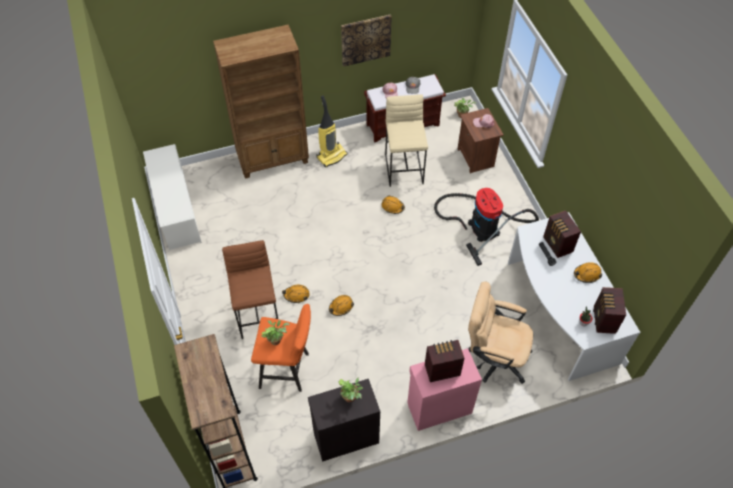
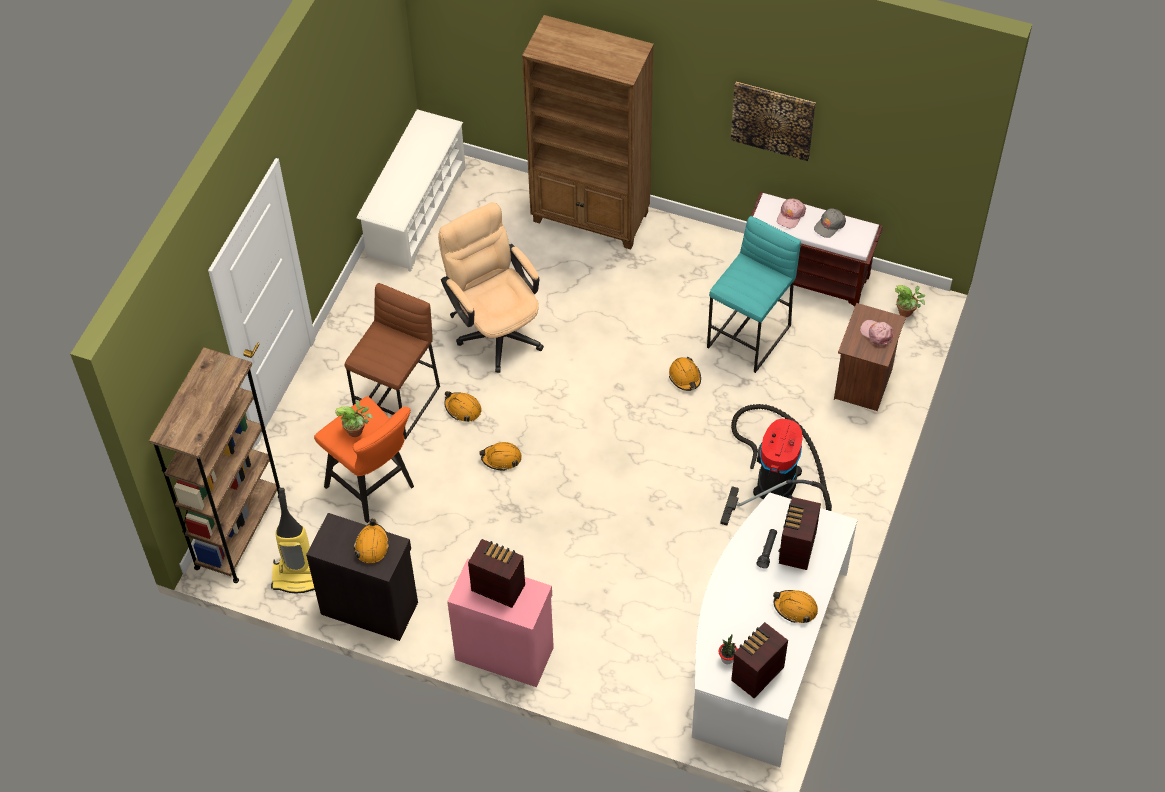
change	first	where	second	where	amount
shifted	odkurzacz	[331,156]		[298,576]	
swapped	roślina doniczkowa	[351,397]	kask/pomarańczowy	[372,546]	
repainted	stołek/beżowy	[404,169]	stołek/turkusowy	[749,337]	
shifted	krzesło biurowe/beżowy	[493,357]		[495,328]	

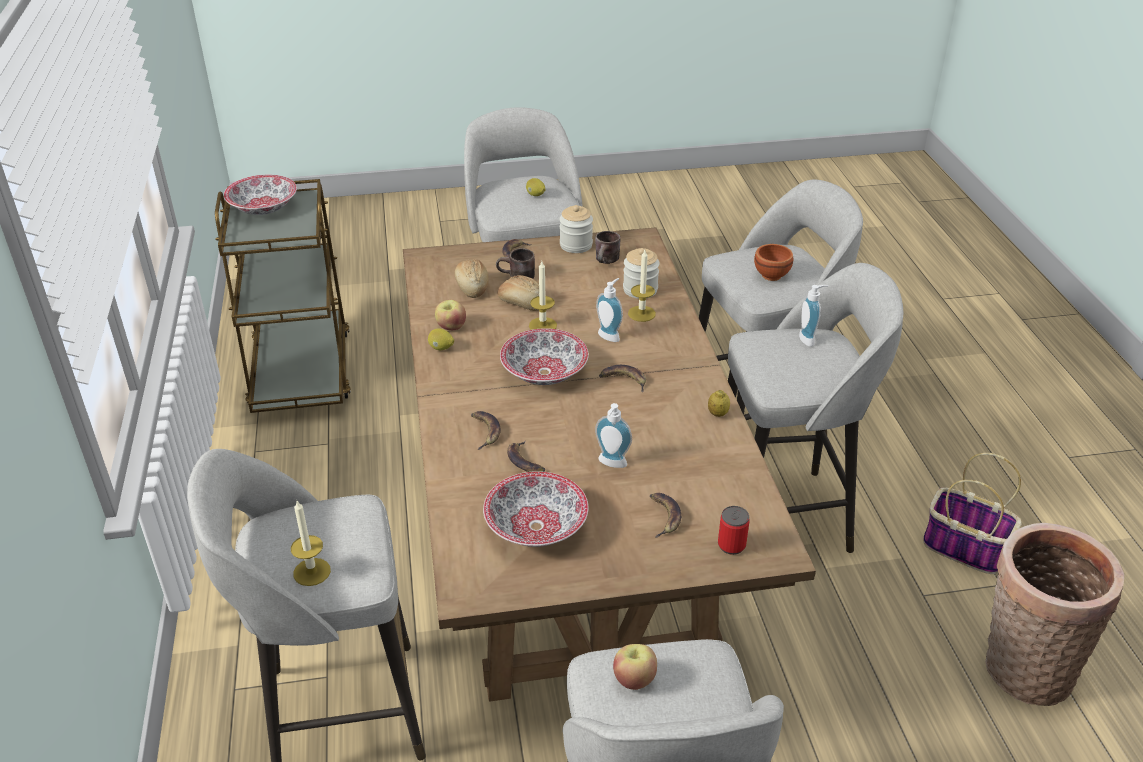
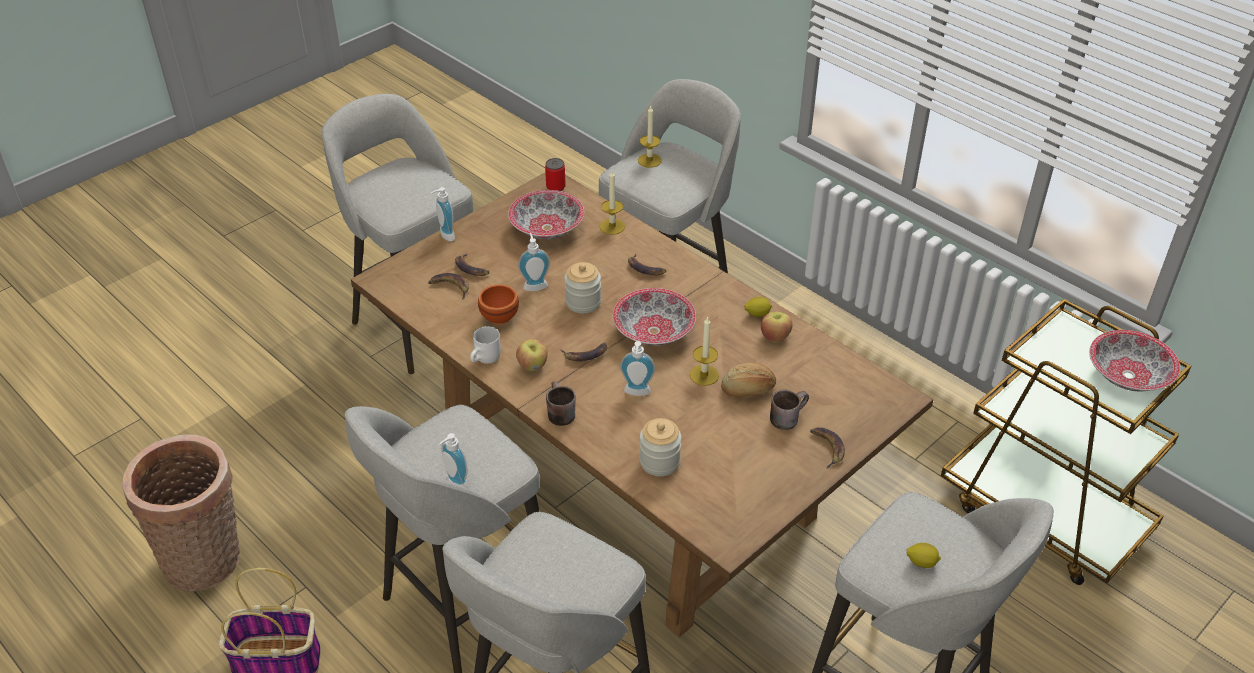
change	first	where	second	where	amount
gone	chleb	[472,286]			
shifted	banan	[525,461]		[450,287]	
shifted	słoik	[576,245]		[583,302]	
shifted	kubek/brązowy	[608,261]		[557,413]	
shifted	jabłko	[634,679]		[533,366]	
shifted	świeca	[641,313]		[612,226]	
swapped	cytryna	[717,414]	kubek/biały	[486,359]	
shifted	puszka	[731,545]		[555,187]	
shifted	miska/brązowy	[772,275]		[499,318]	
new			dozownik mydła	[445,236]	

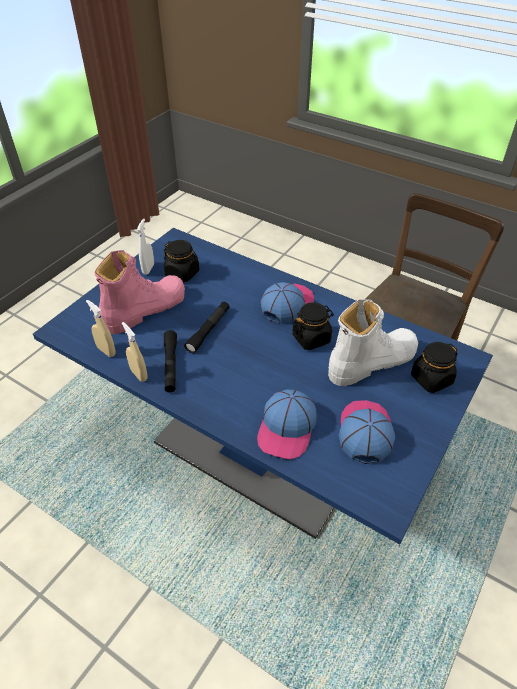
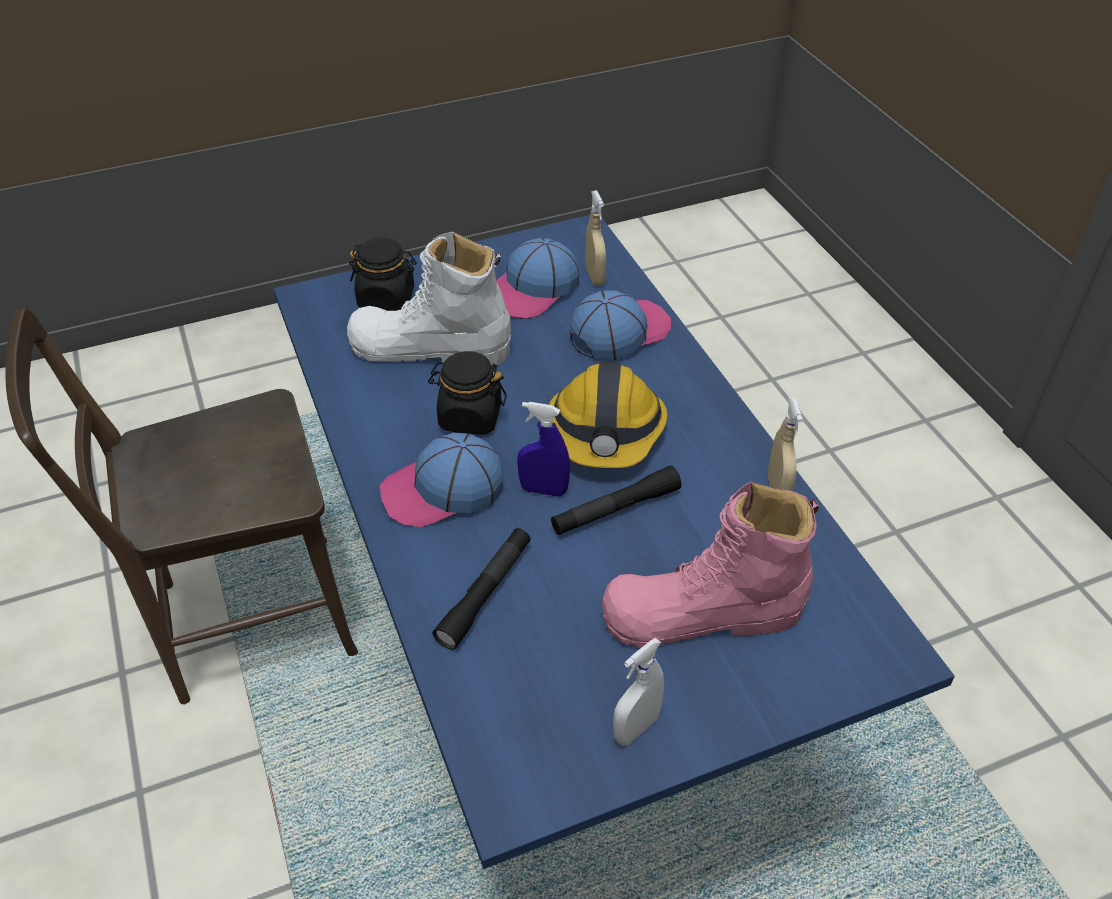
change	first	where	second	where	amount
shifted	spryskiwacz/beżowy	[106,351]		[595,277]	
gone	słoik/czarny	[182,273]			
shifted	latarka/czarny	[170,365]		[485,593]	
new			spryskiwacz/niebieski	[543,490]	
new			kask	[606,431]	

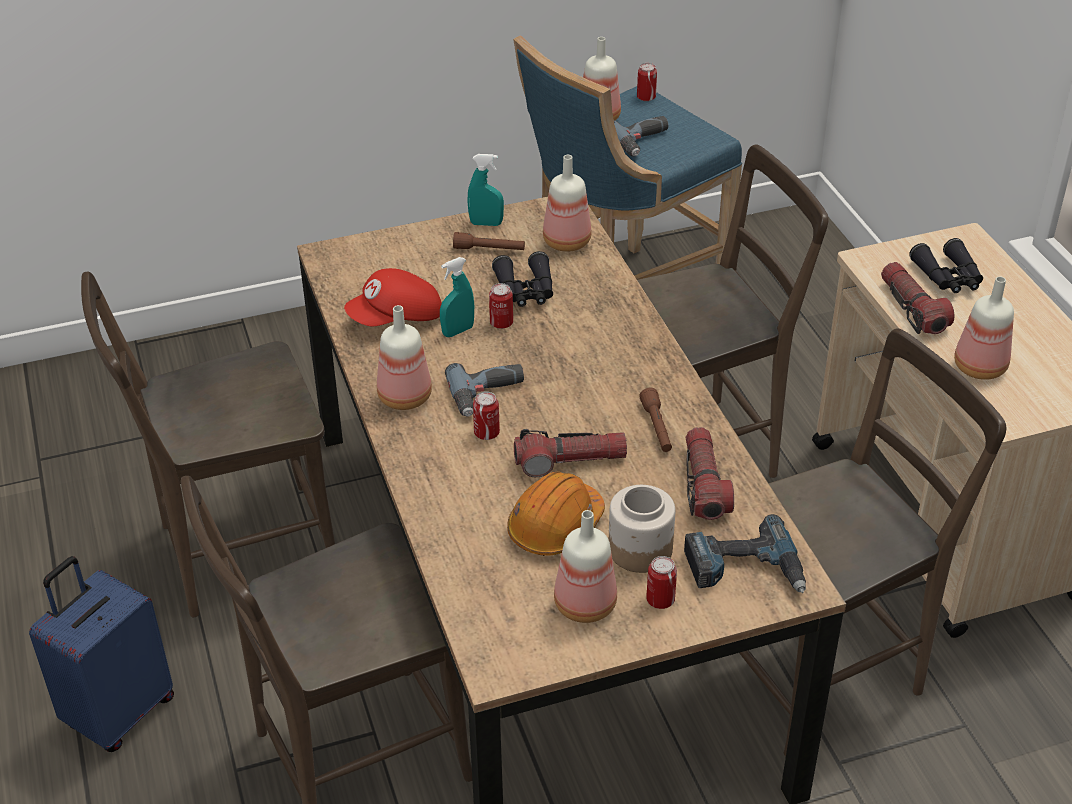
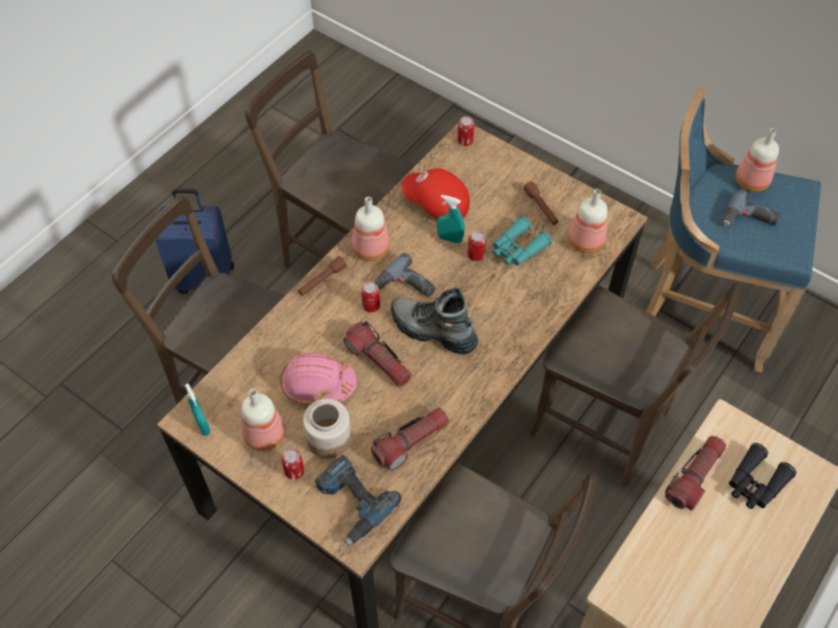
change	first	where	second	where	amount
shifted	spryskiwacz/turkusowy	[486,223]		[202,425]	
repainted	lornetka/czarny	[525,290]	lornetka/turkusowy	[517,249]	
repainted	kask/pomarańczowy	[555,526]	kask/różowy	[317,385]	
shifted	puszka	[646,97]		[465,141]	
shifted	latarka/brązowy	[657,428]		[322,281]	
gone	butelka	[978,367]			
new			but z cholewką	[433,330]	

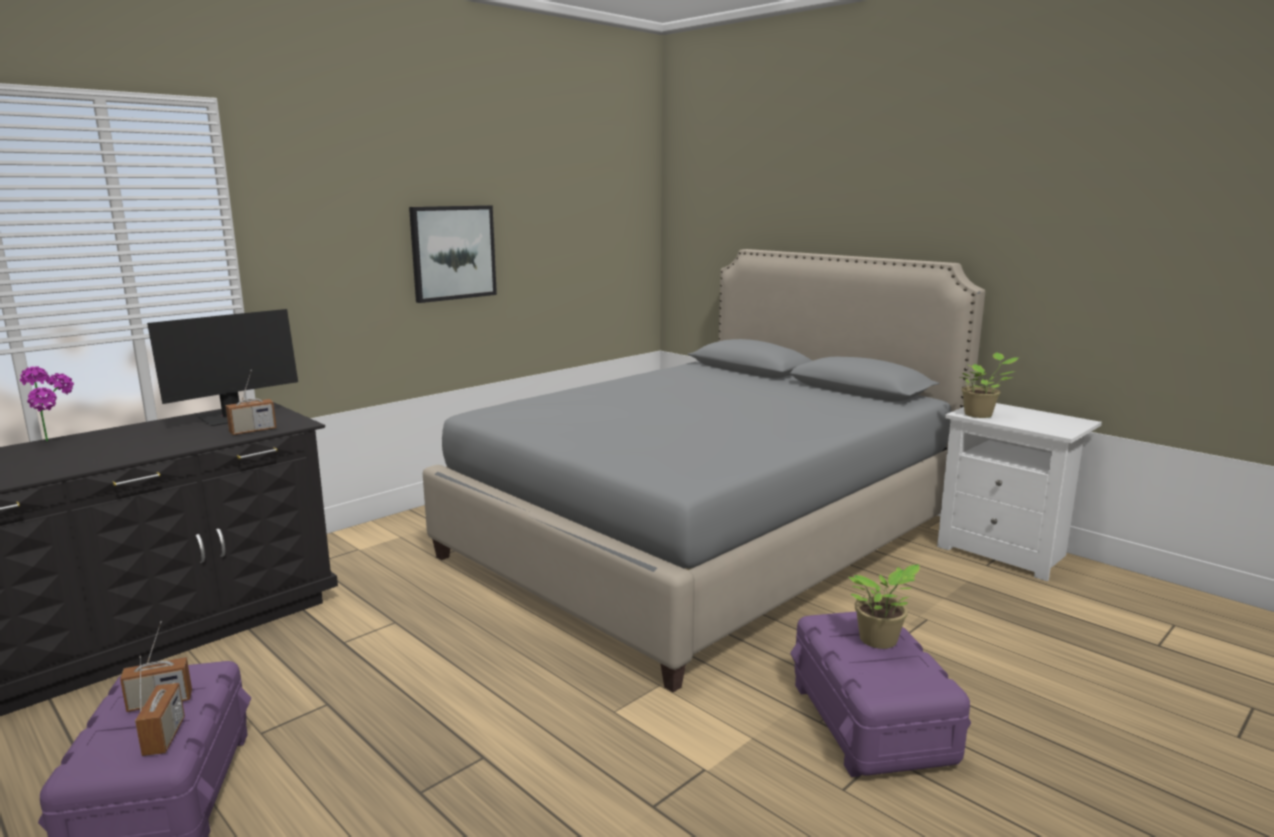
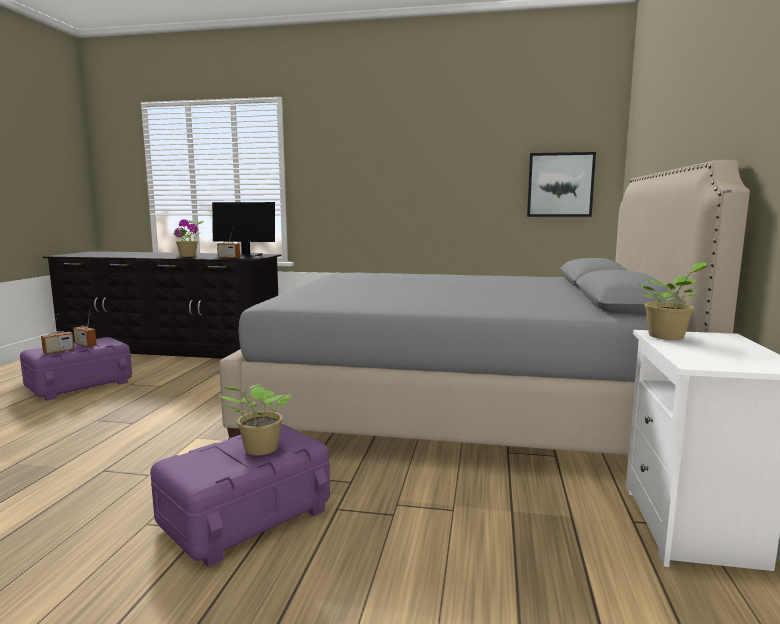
change	first	where	second	where	amount
shifted	obraz	[453,252]		[560,185]	
new			roślina doniczkowa	[189,256]	

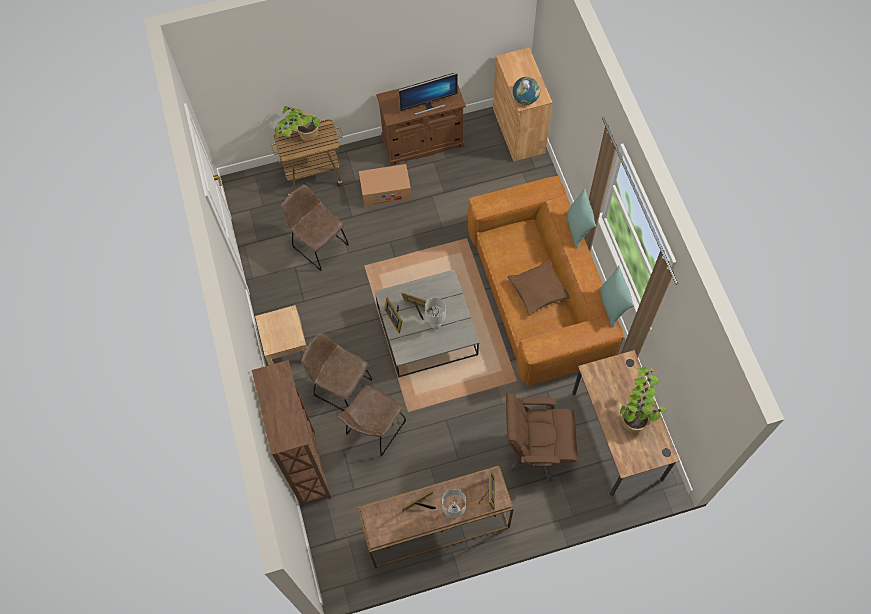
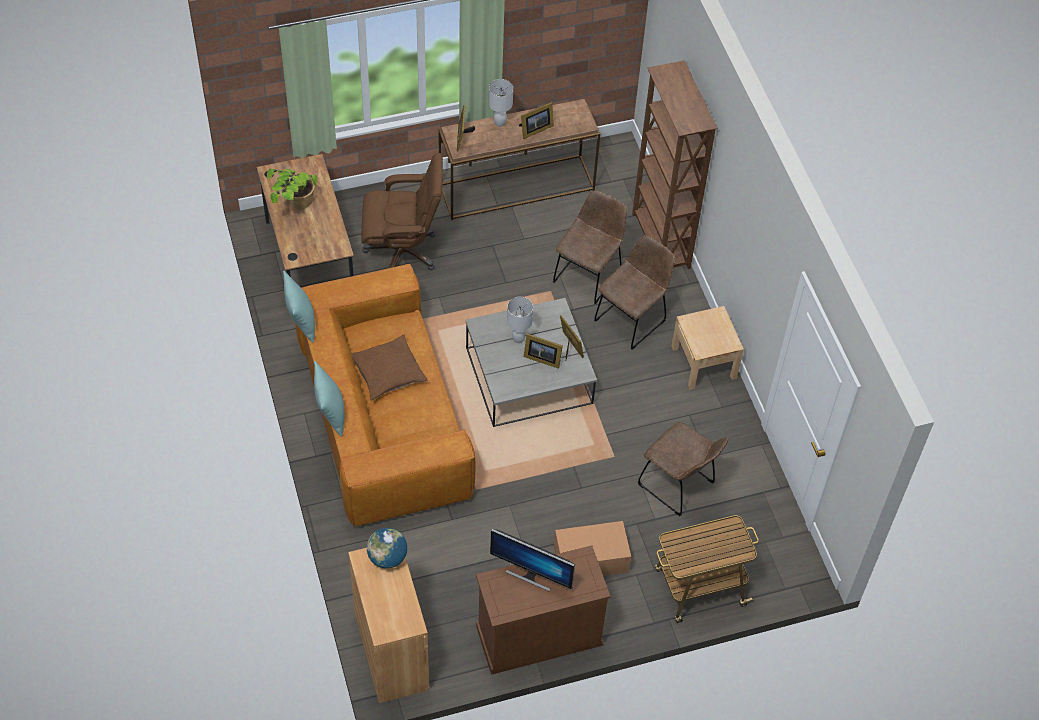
change	first	where	second	where	amount
gone	roślina doniczkowa	[301,139]			
rotated	krzesło/brązowy	[340,386]		[632,318]	75 degrees counterclockwise
rotated	monitor	[428,105]		[531,574]	135 degrees counterclockwise

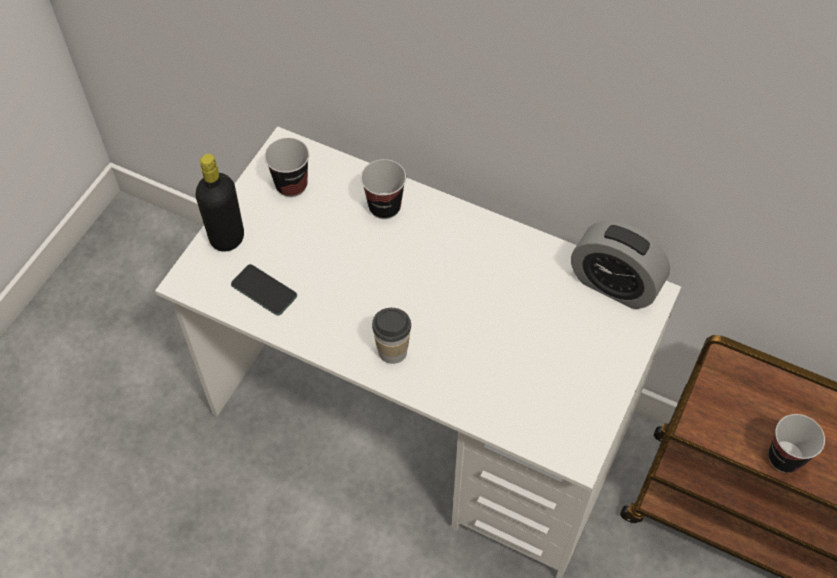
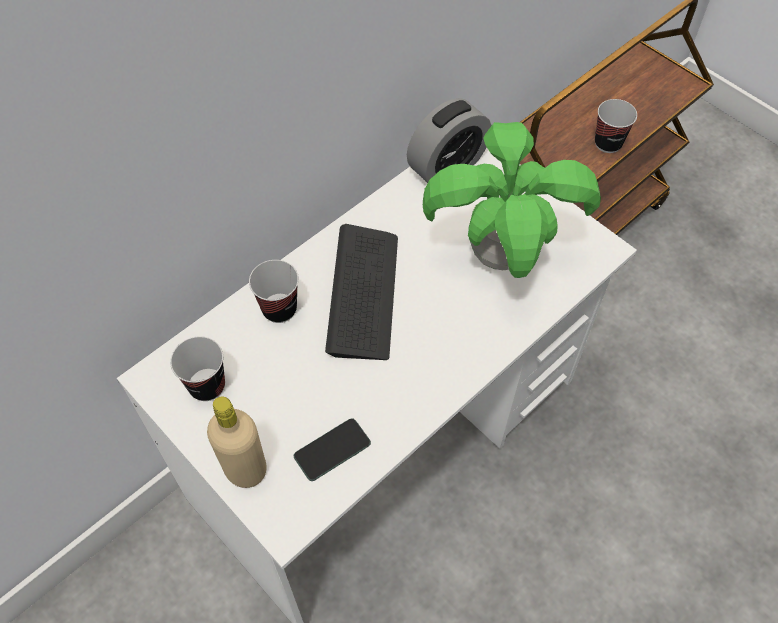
change	first	where	second	where	amount
repainted	butelka/czarny	[227,238]	butelka/beżowy	[246,469]	
gone	filiżanka	[392,351]			
new			klawiatura	[363,293]	
new			roślina doniczkowa	[499,255]	

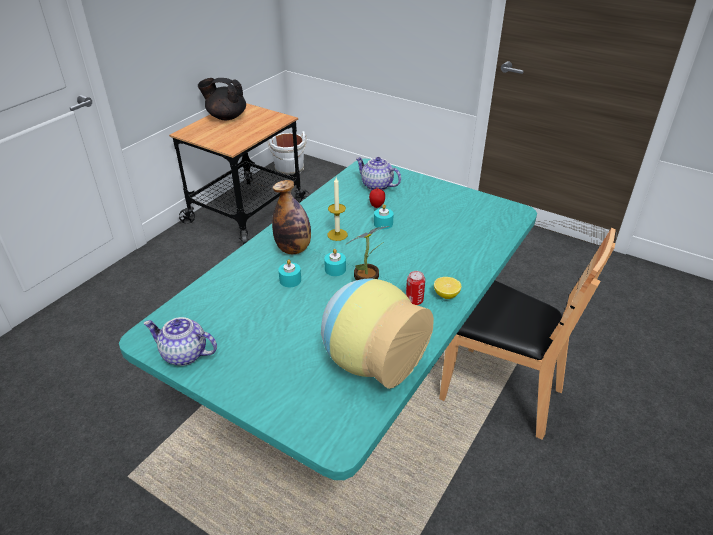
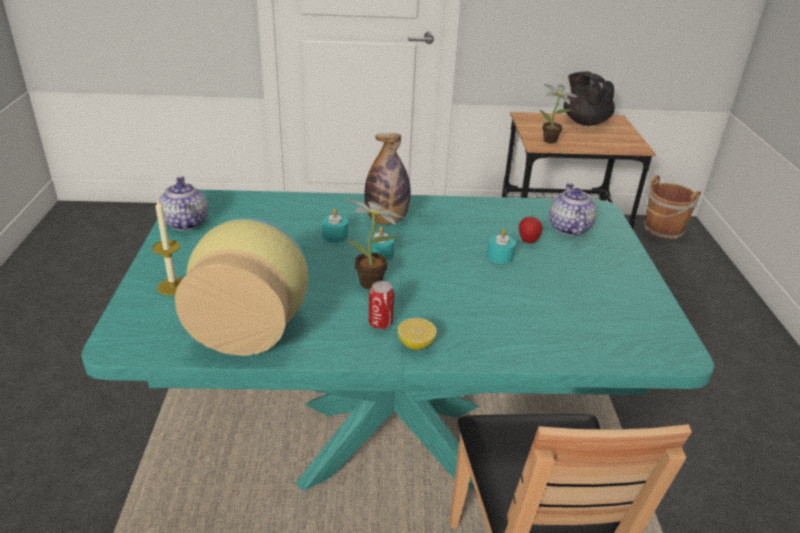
change	first	where	second	where	amount
repainted	wiadro/biały	[289,170]	wiadro/brązowy	[662,231]	
shifted	świeca	[337,235]		[173,286]	
new			roślina doniczkowa	[552,141]	

